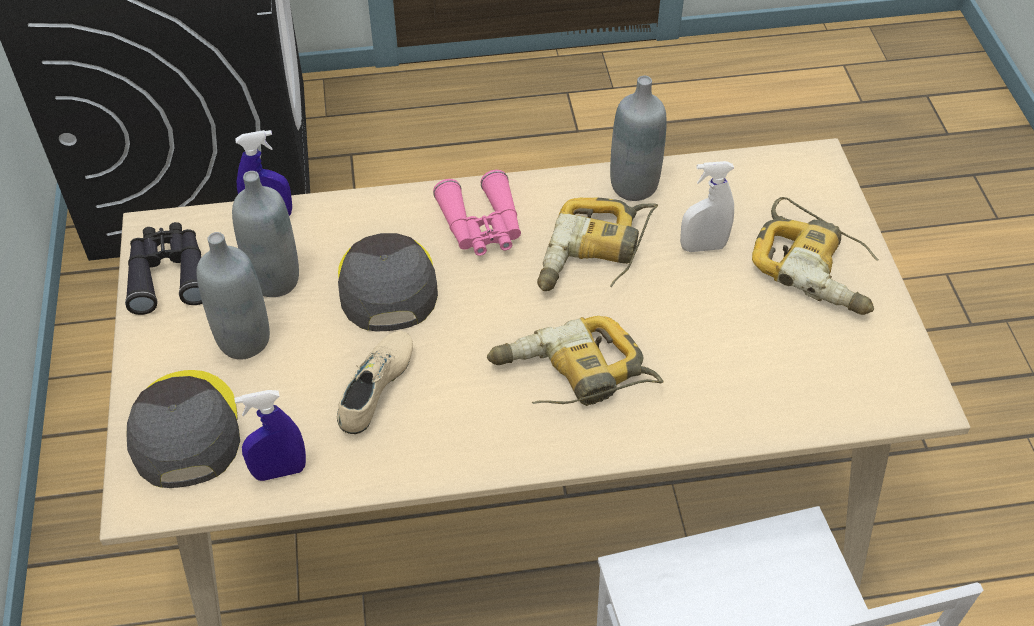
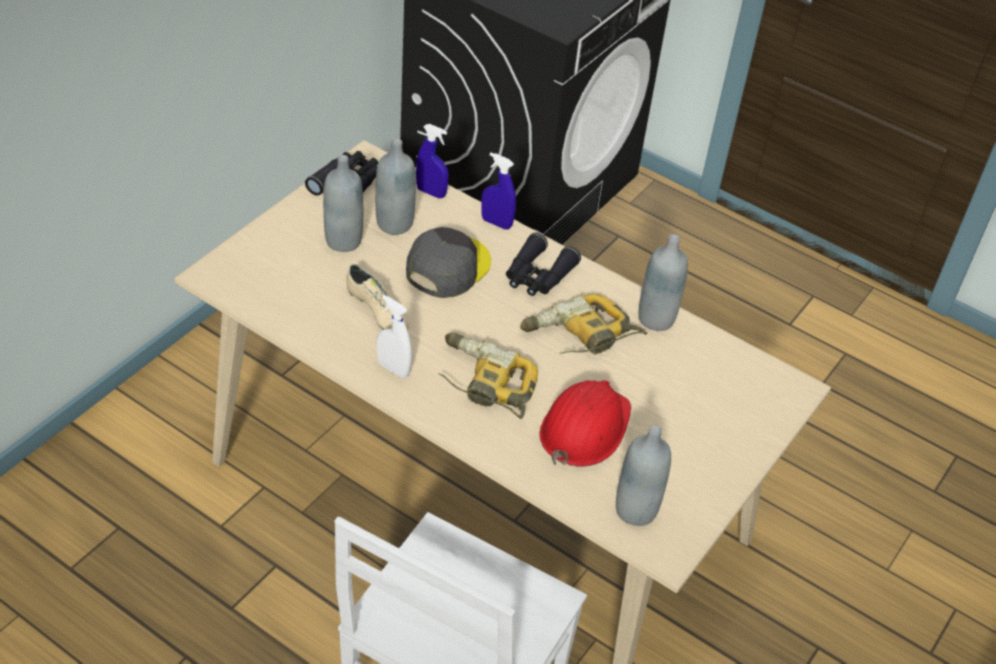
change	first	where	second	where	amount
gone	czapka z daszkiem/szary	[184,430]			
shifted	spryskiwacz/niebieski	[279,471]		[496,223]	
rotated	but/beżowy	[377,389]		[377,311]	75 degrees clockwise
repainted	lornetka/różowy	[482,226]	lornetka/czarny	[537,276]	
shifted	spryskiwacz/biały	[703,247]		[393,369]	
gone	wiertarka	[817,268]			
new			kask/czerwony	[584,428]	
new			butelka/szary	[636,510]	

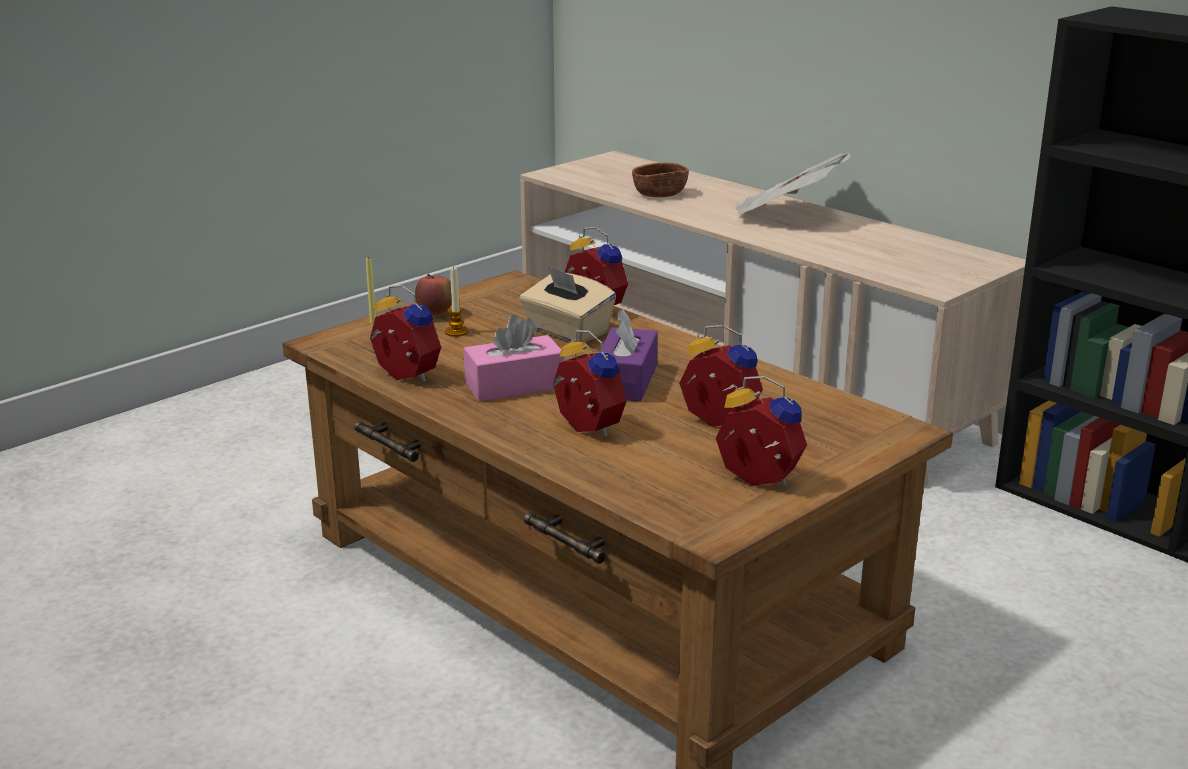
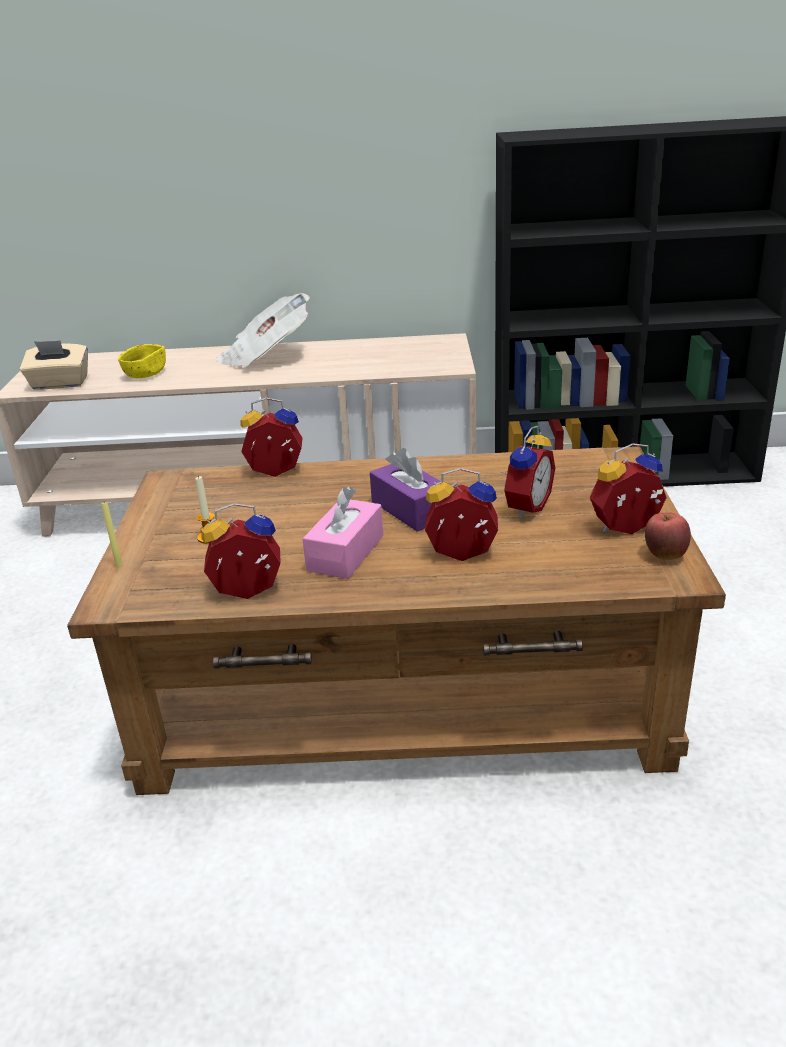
change	first	where	second	where	amount
shifted	jabłko	[435,315]		[665,555]	
shifted	pudełko chusteczek/beżowy	[567,331]		[60,384]	
repainted	miska/brązowy	[660,194]	miska/żółty	[145,374]	
rotated	budzik	[716,423]		[524,507]	135 degrees clockwise

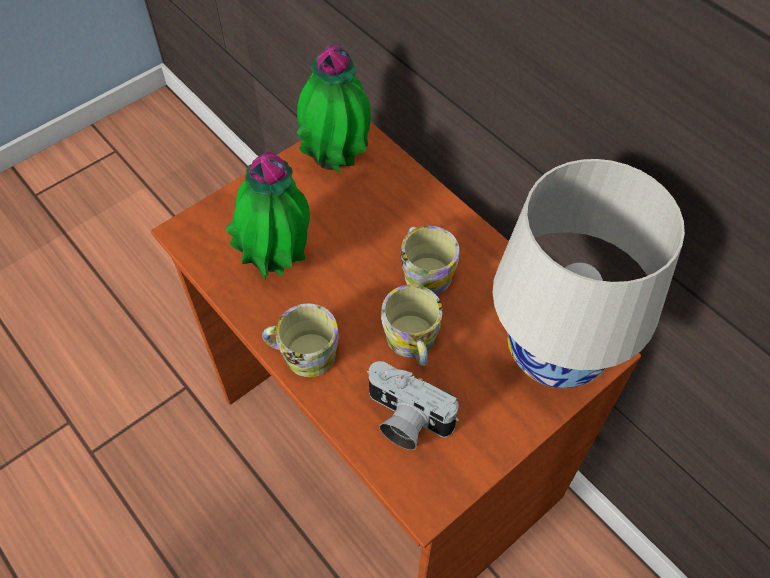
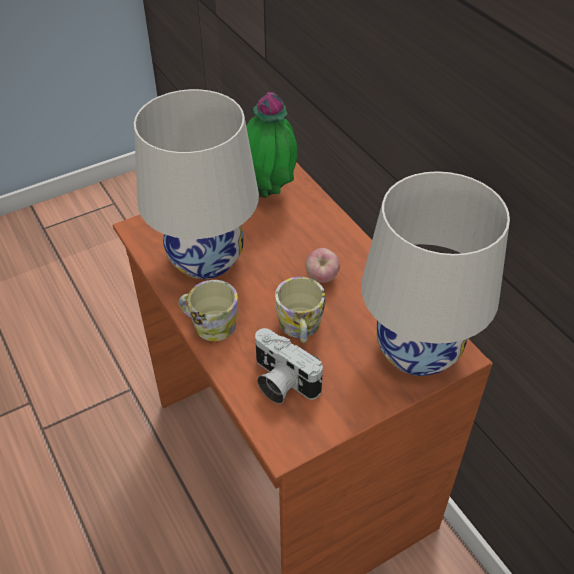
change	first	where	second	where	amount
swapped	roślina doniczkowa	[279,263]	lampa stołowa/biały	[206,258]	
swapped	kubek	[424,271]	jabłko	[322,278]	

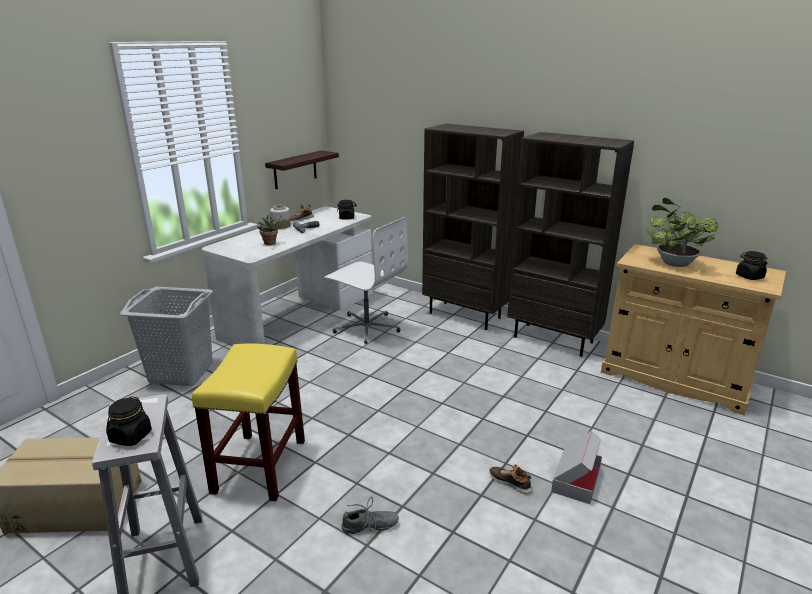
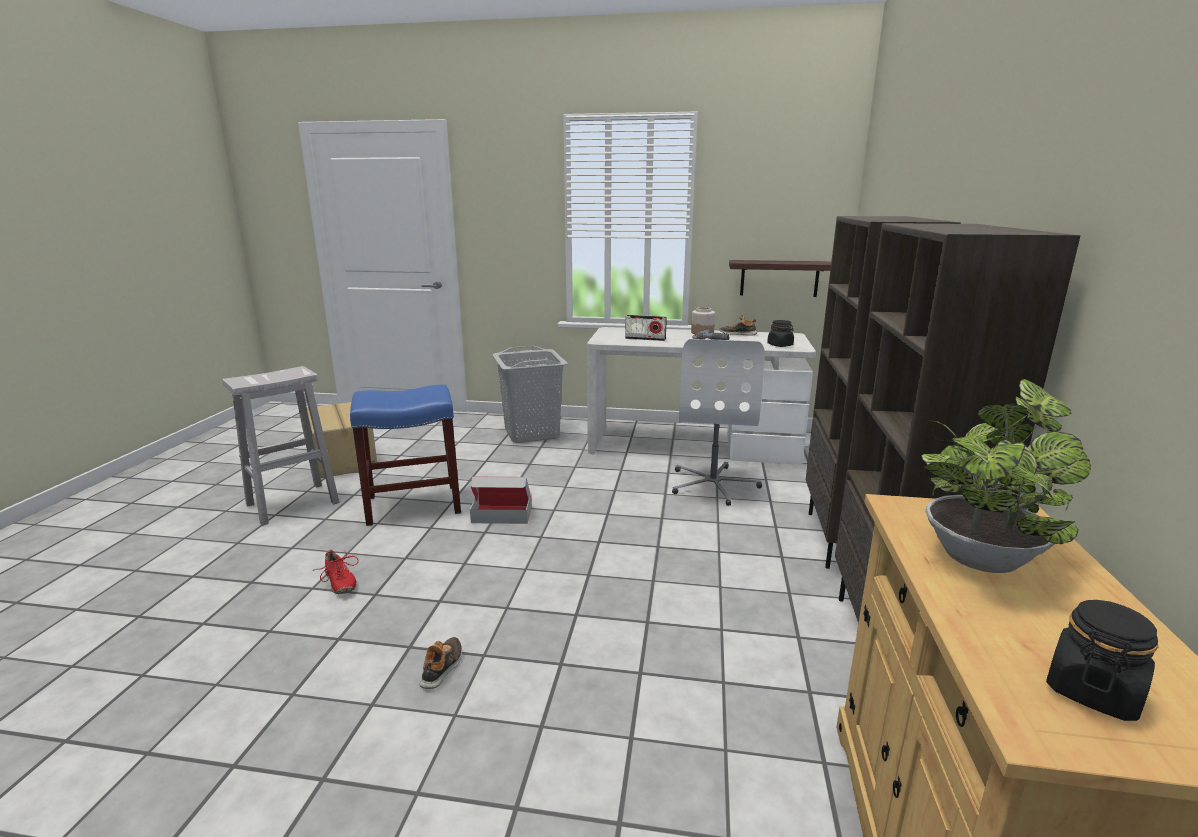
change	first	where	second	where	amount
gone	słoik/czarny	[130,437]			
repainted	stołek/żółty	[259,465]	stołek/niebieski	[414,504]	
swapped	roślina doniczkowa	[270,244]	radio	[645,339]	
repainted	but/szary	[369,526]	but/czerwony	[339,582]	
shifted	karton	[576,479]		[502,514]	

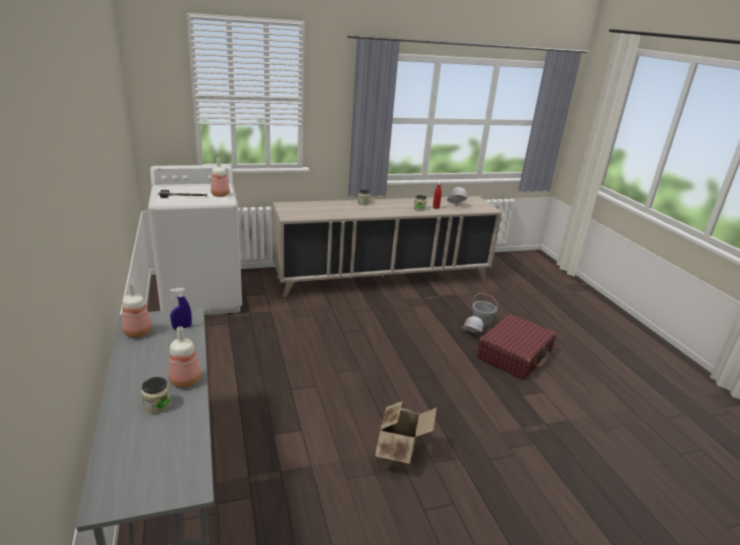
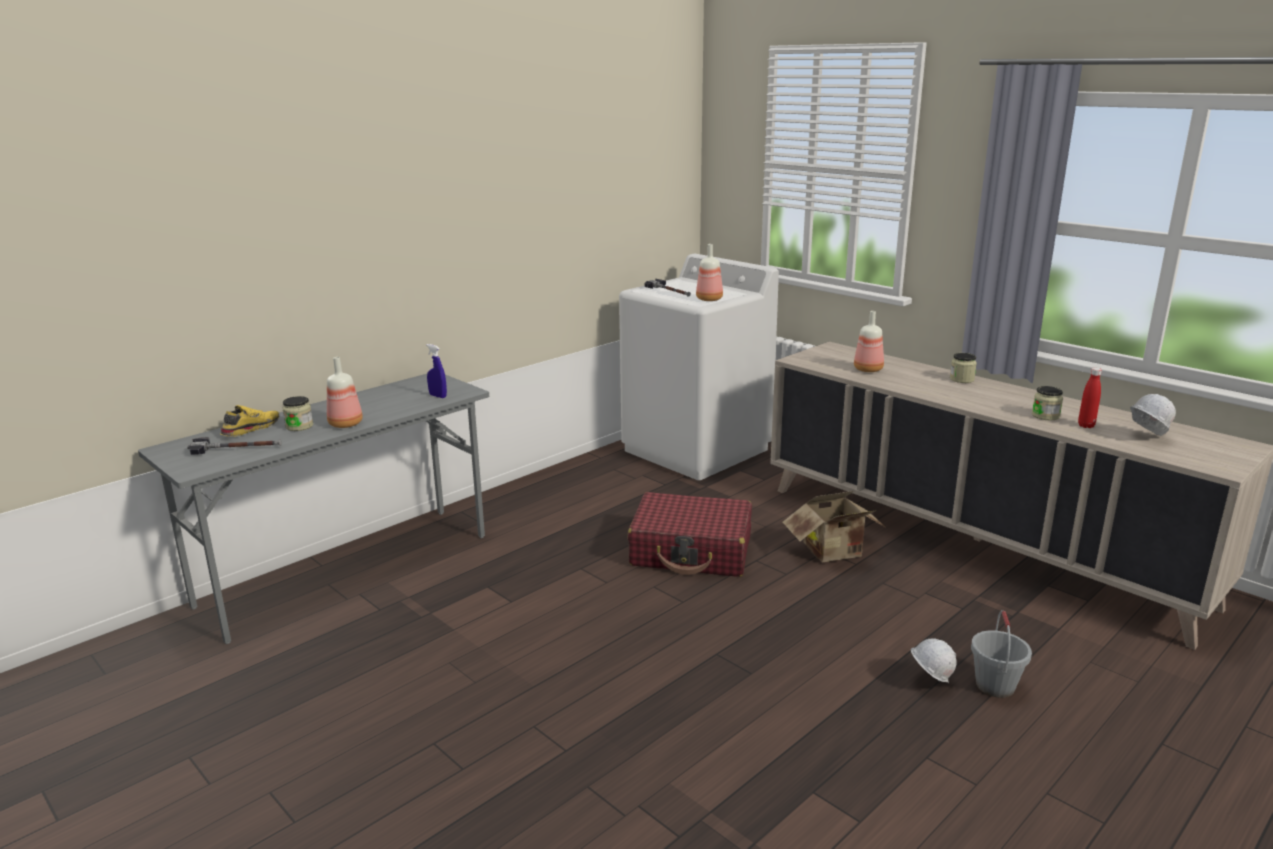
change	first	where	second	where	amount
shifted	butelka	[138,332]		[868,369]	
shifted	karton	[400,449]		[835,553]	
shifted	walizka/czerwony	[514,355]		[691,551]	
new			młotek	[236,449]	
new			but/żółty	[250,429]	

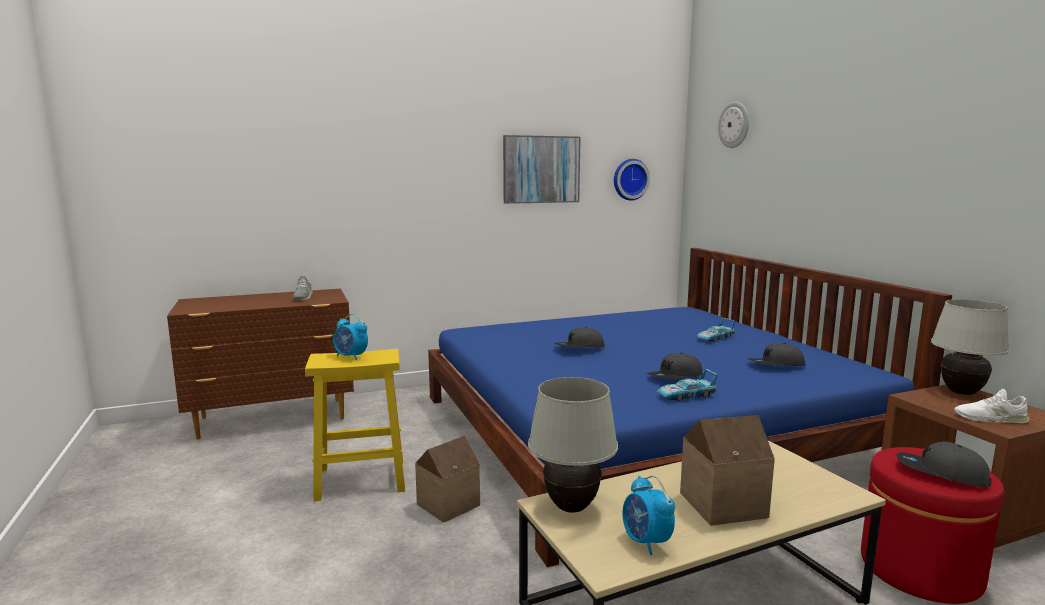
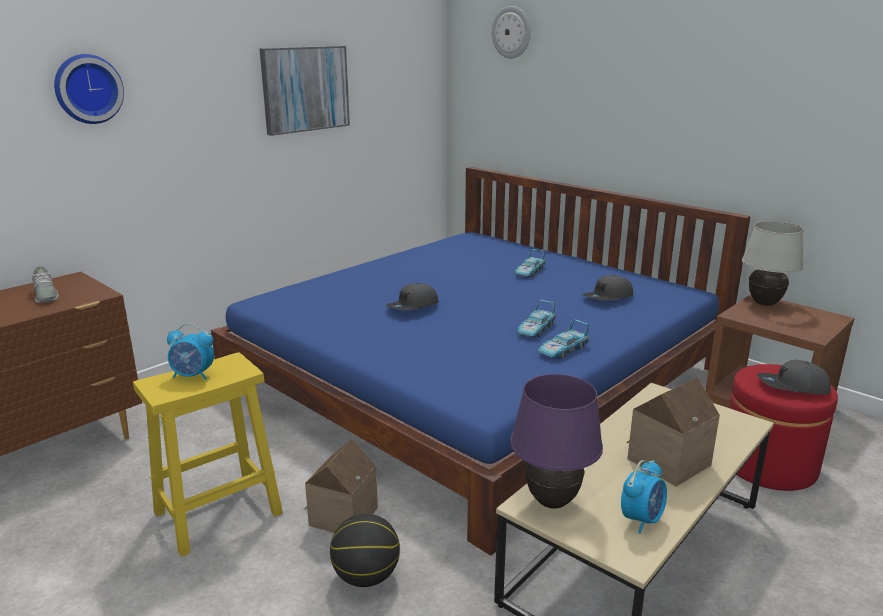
change	first	where	second	where	amount
repainted	lampa stołowa/biały	[572,507]	lampa stołowa/fioletowy	[552,501]	
shifted	zegar ścienny	[629,179]		[87,89]	
rotated	budzik	[646,542]		[641,519]	90 degrees counterclockwise
swapped	czapka z daszkiem/szary	[675,377]	samochodzik	[535,329]	
gone	but/biały	[990,418]			
new			piłka do koszykówki	[366,577]	

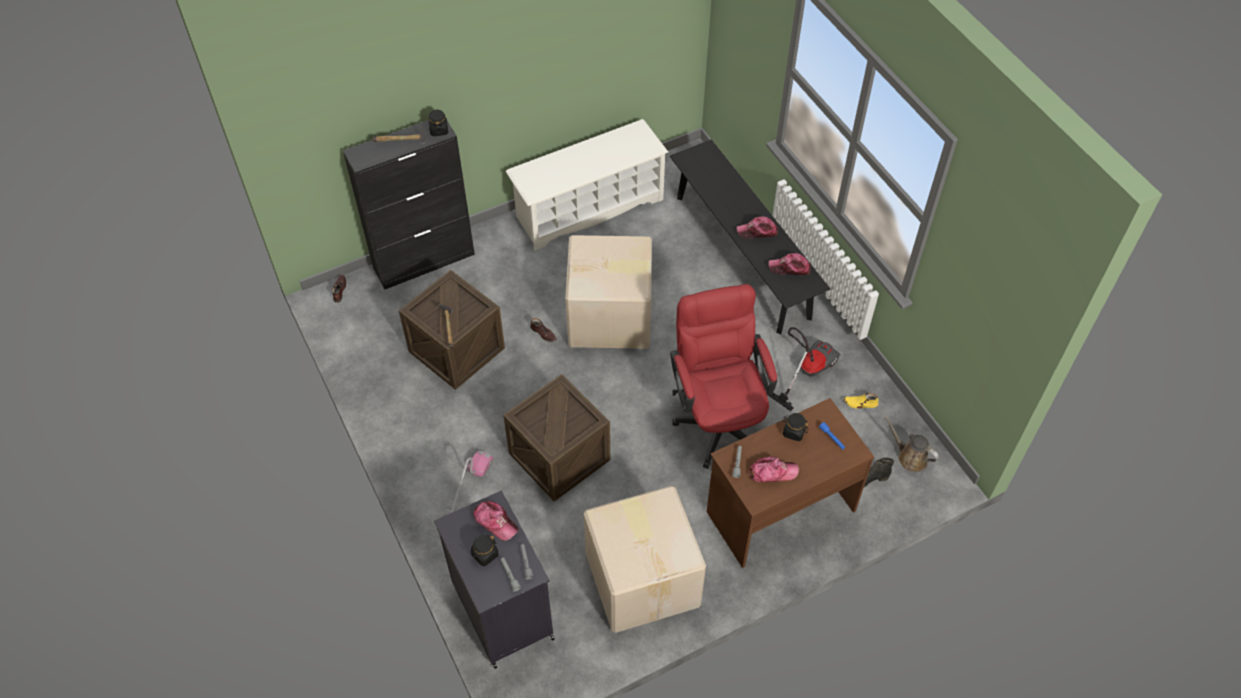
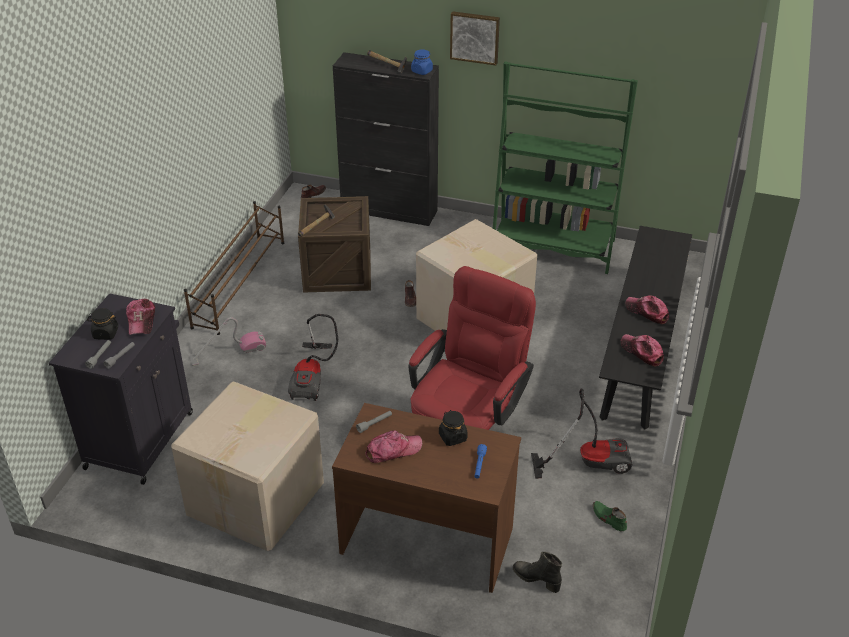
change	first	where	second	where	amount
repainted	słoik/czarny	[439,130]	słoik/niebieski	[422,71]	
swapped	skrzynka	[559,456]	odkurzacz	[313,378]	
swapped	regał na buty/biały	[589,208]	regał/zielony	[553,247]	
rotated	czapka z daszkiem	[772,472]		[393,450]	60 degrees counterclockwise
repainted	but/żółty	[860,403]	but/zielony	[608,518]	
gone	konewka/brązowy	[909,457]			
new			regał na buty/brązowy	[240,283]	
new			obraz	[475,37]	

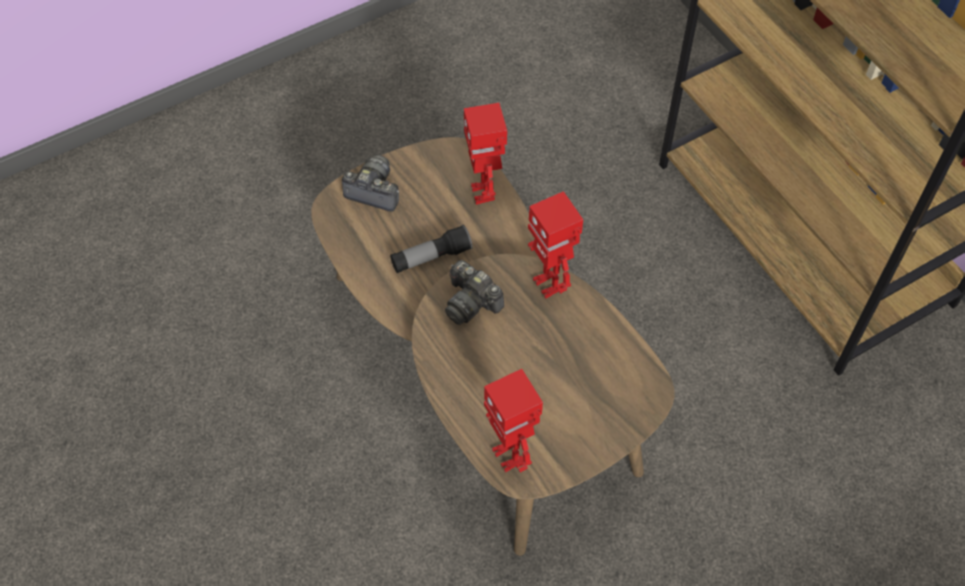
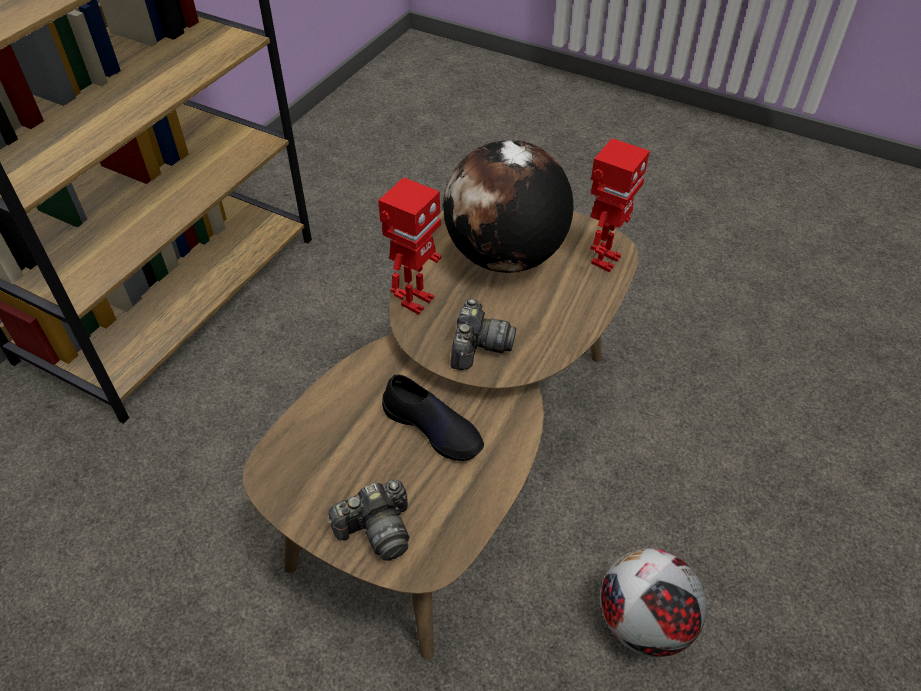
change	first	where	second	where	amount
rotated	aparat fotograficzny	[374,191]		[377,530]	105 degrees counterclockwise
swapped	latarka	[431,257]	but/czarny	[433,427]	
gone	robot zabawkowy	[484,193]			
new			globus	[505,257]	
new			piłka futbolowa	[643,624]	

